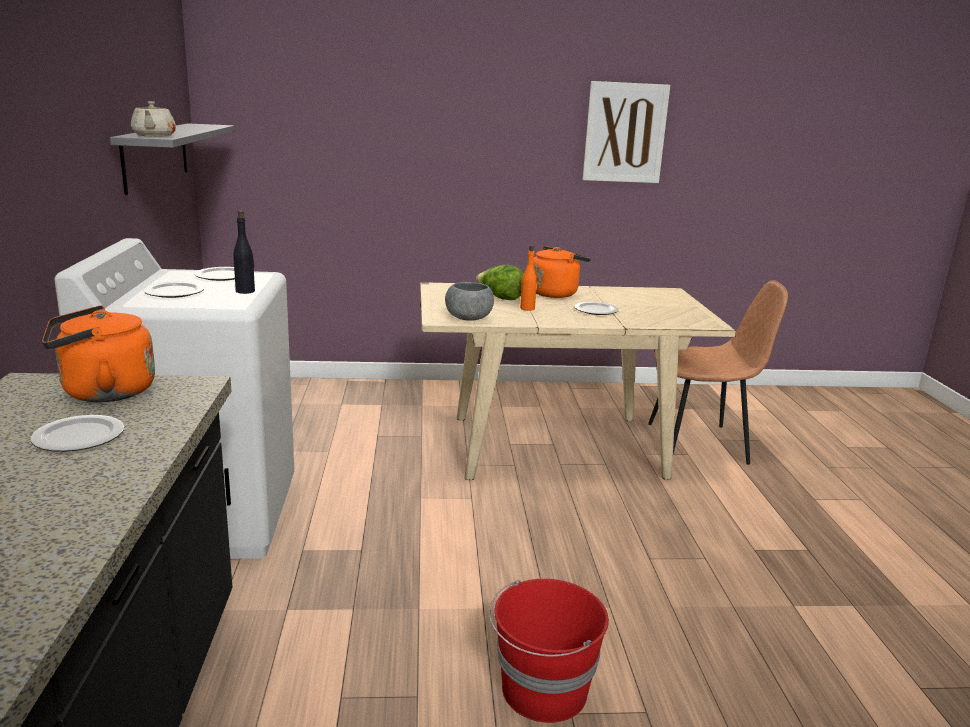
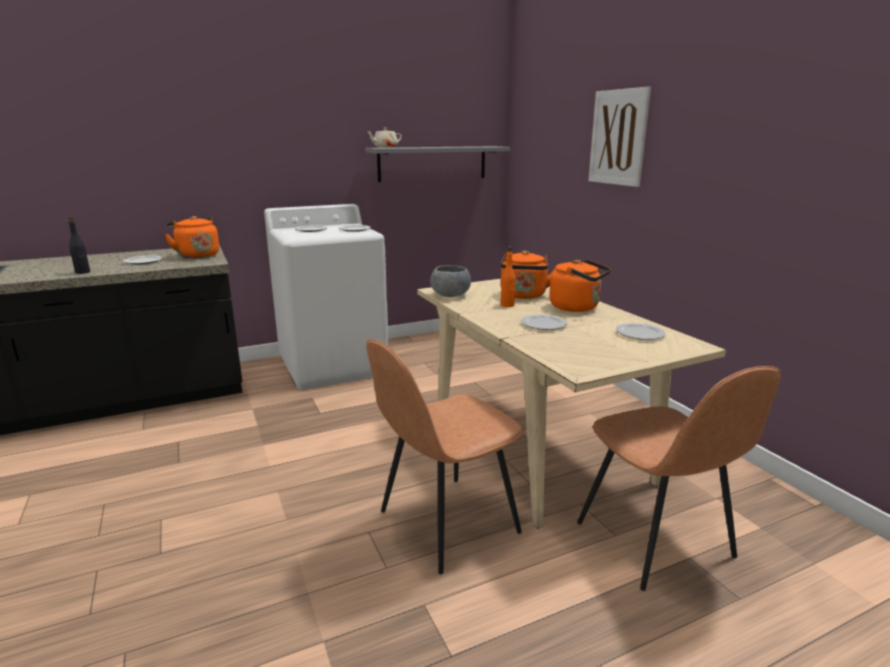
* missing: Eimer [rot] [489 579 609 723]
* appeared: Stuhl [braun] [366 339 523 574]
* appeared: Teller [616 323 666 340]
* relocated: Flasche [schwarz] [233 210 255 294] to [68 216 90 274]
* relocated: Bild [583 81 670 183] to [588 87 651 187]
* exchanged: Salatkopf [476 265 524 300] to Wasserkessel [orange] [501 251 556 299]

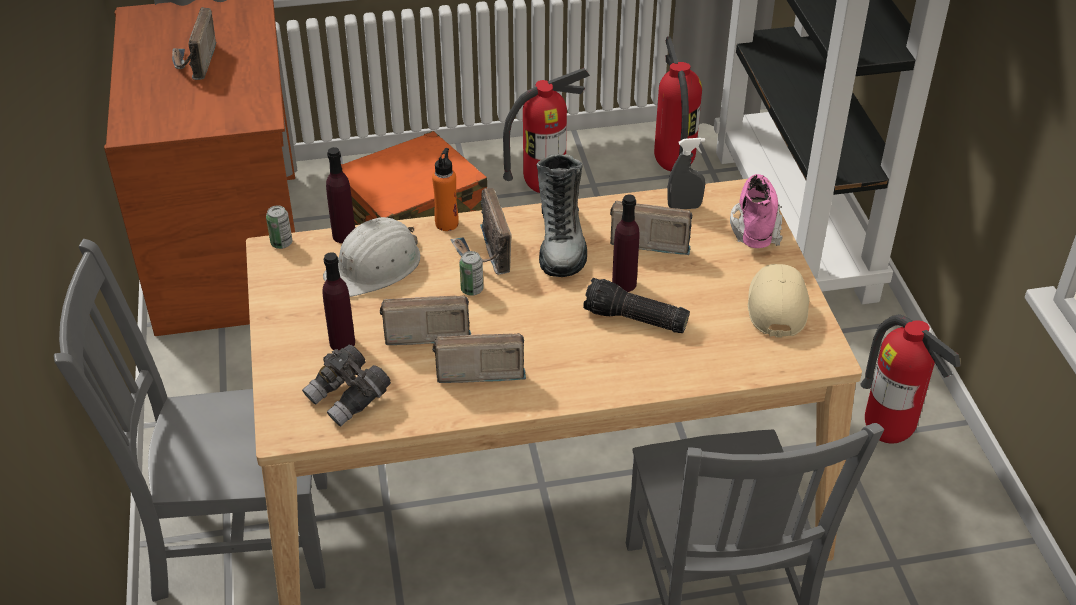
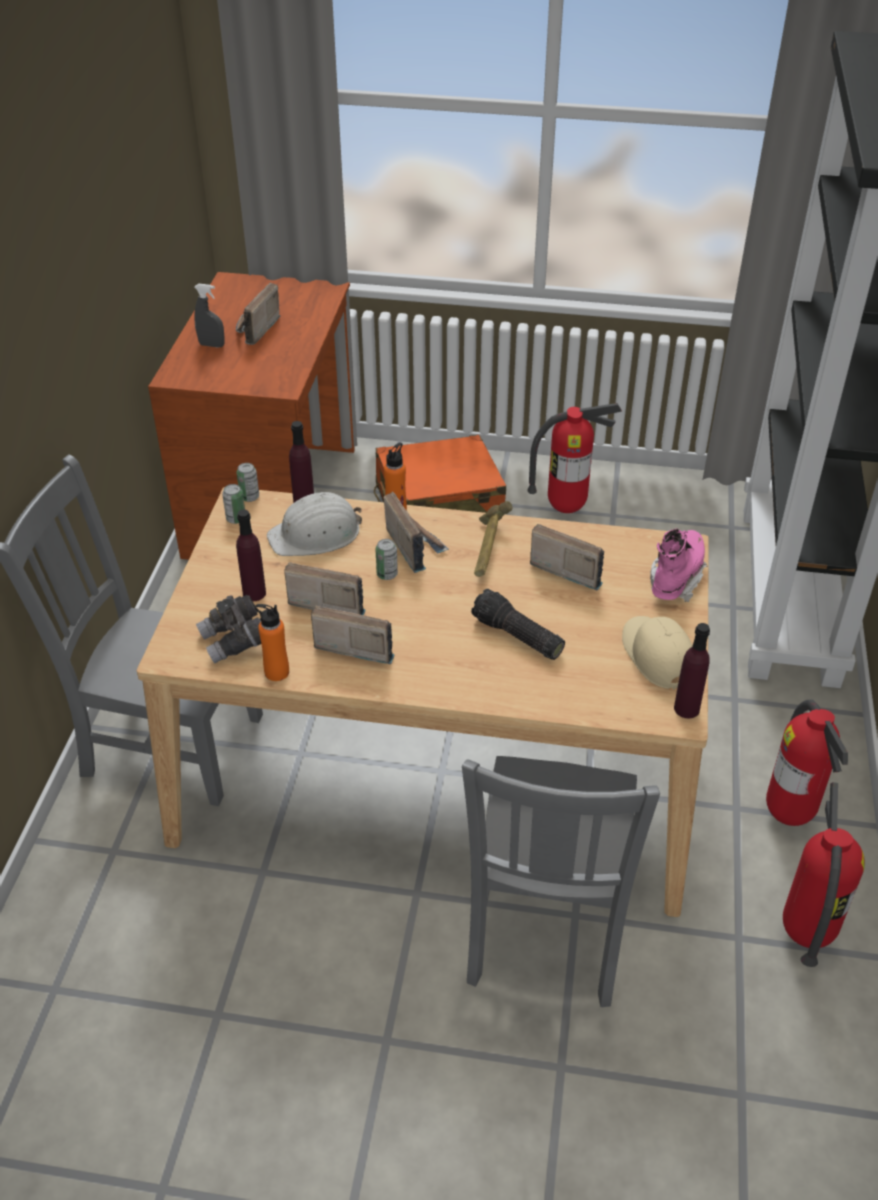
* appeared: Dose [222 484 245 524]
* appeared: Flasche [orange] [255 604 289 681]
* relocated: Flasche [lila] [612 194 640 292] to [674 623 710 718]
* relocated: Feuerlöscher [654 36 702 171] to [783 782 865 967]
* relocated: Sprühflasche [grau] [667 138 705 209] to [194 284 225 348]
* exchanged: Stiefel [536 154 587 277] to Hammer [474 501 512 577]
* spun: Radio [450 188 512 275] = [383 492 449 573] 150 degrees clockwise
* spun: Kappe [beige] [748 264 809 338] = [622 616 693 690] 45 degrees counterclockwise

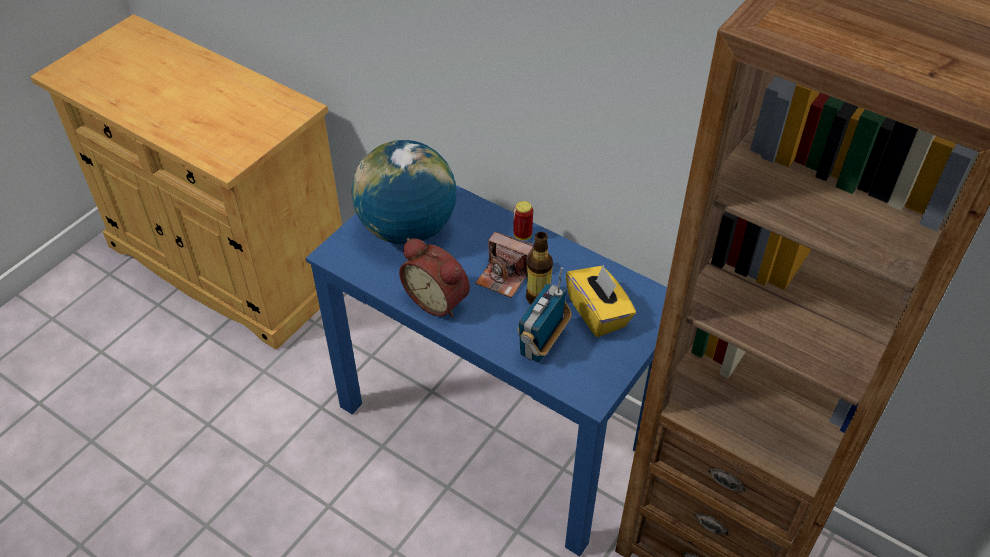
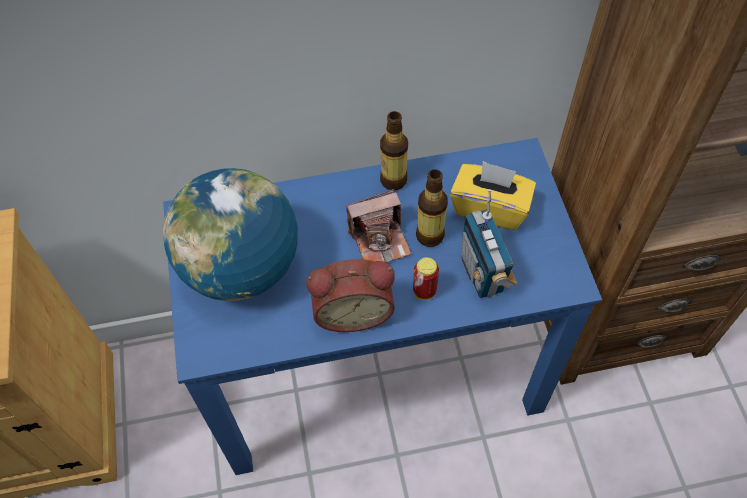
* appeared: Flasche [380 111 408 190]
* relocated: Dose [513 201 533 240] to [413 257 439 300]

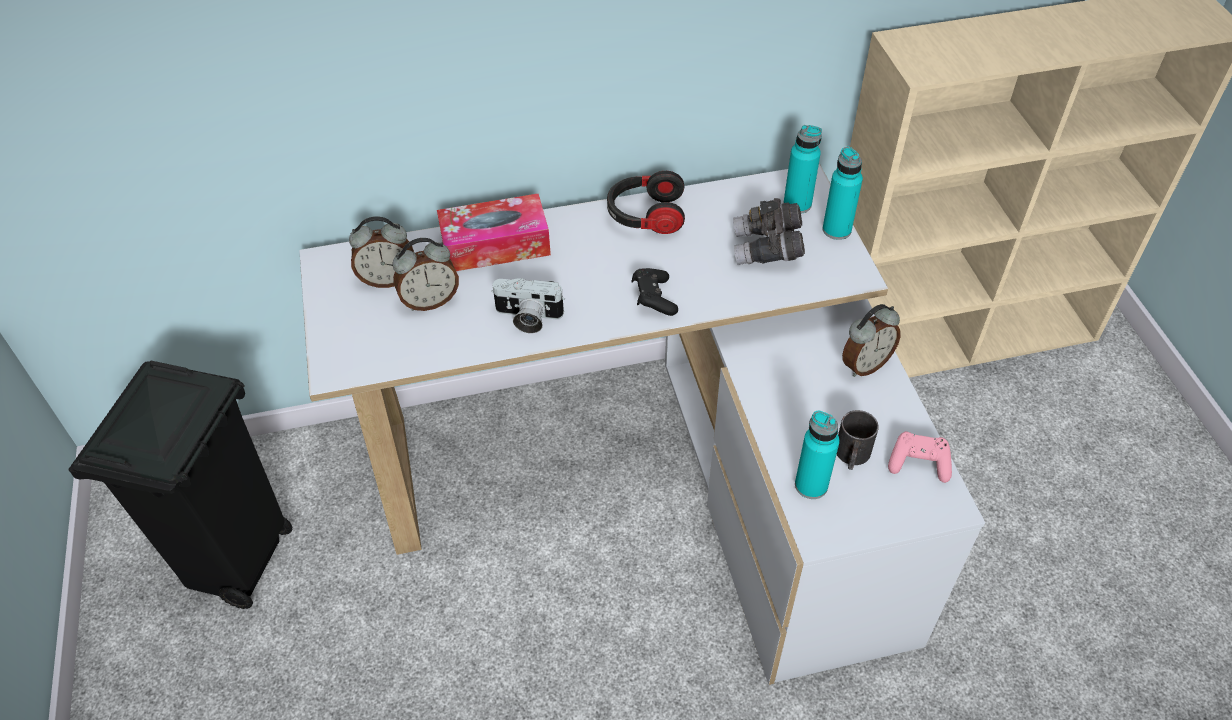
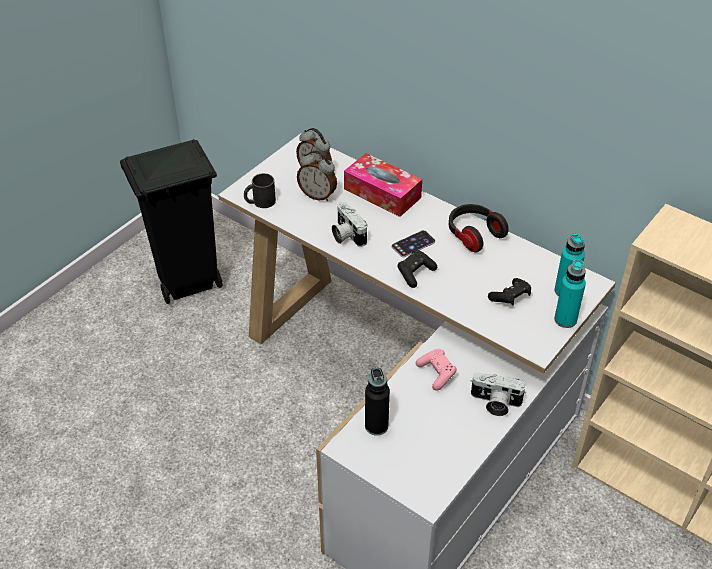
* appeared: Handy [392 230 435 257]
* relocated: Henkelbecher [schwarz] [837 410 879 470] to [244 173 276 208]
* relocated: Gamepad [rosa] [888 431 952 483] to [416 349 457 391]
* exchanged: Fernglas [grau] [733 198 805 265] to Gamepad [schwarz] [488 278 531 306]
* exchanged: Wecker [842 304 901 377] to Kamera [470 372 526 416]
* colour: Flasche [türkis] [795 411 840 499] to Flasche [schwarz] [365 368 390 435]

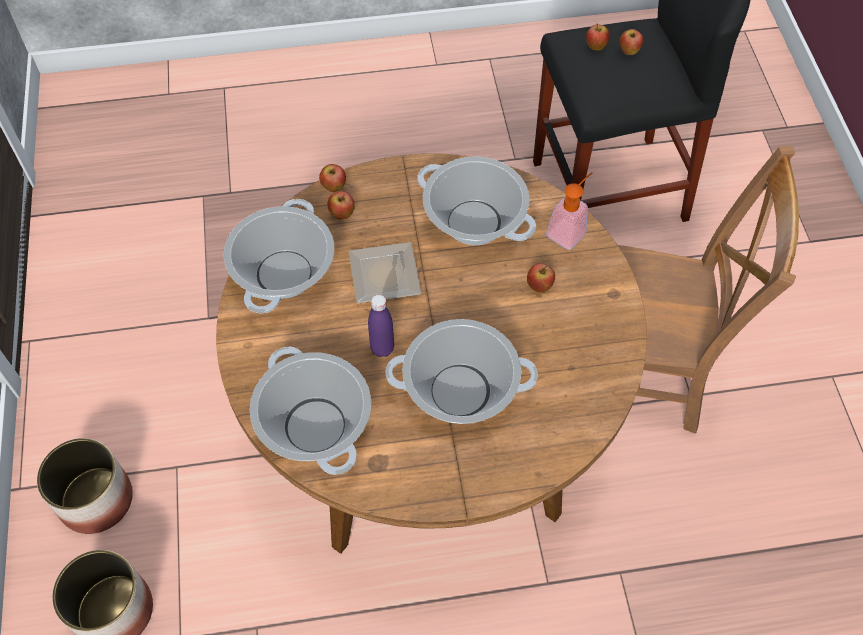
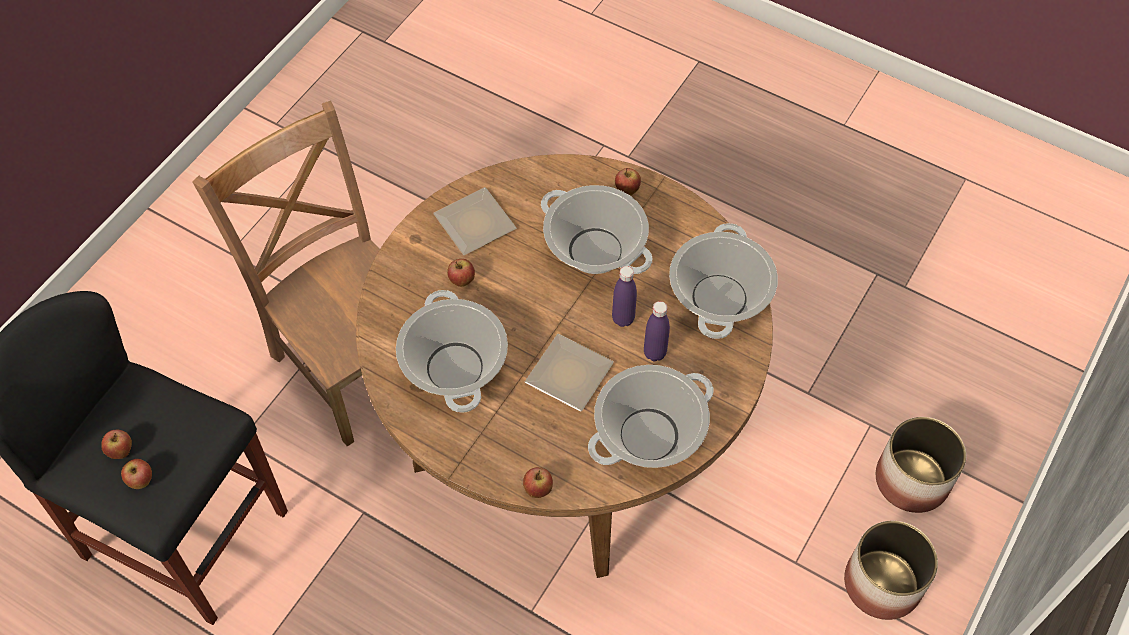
* missing: Seifenspender [546 172 593 250]
* appeared: Teller [433 187 516 255]
* appeared: Flasche [lila] [644 301 670 361]
* relocated: Apfel [328 191 355 220] to [615 168 641 196]

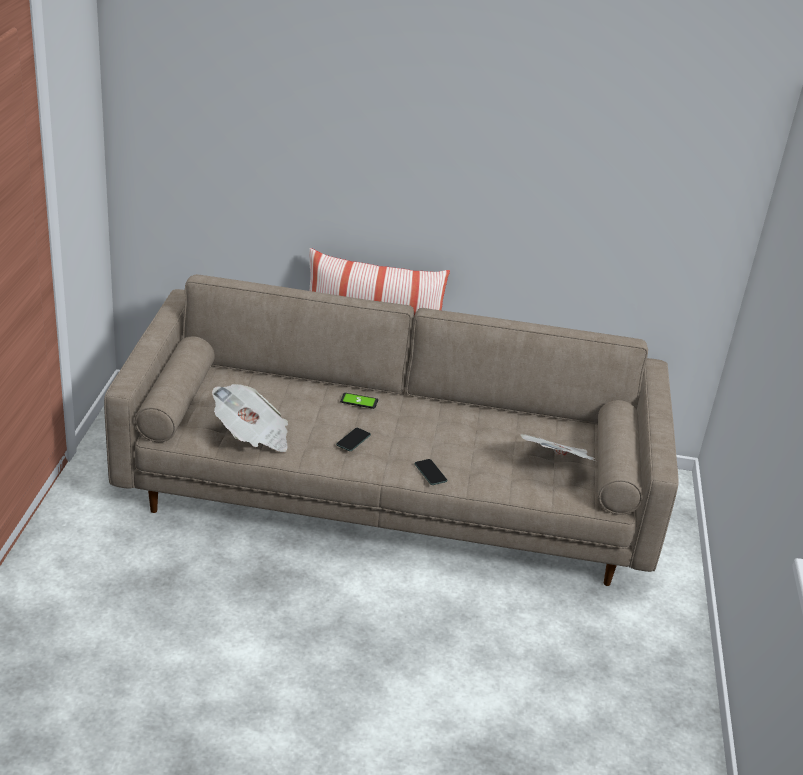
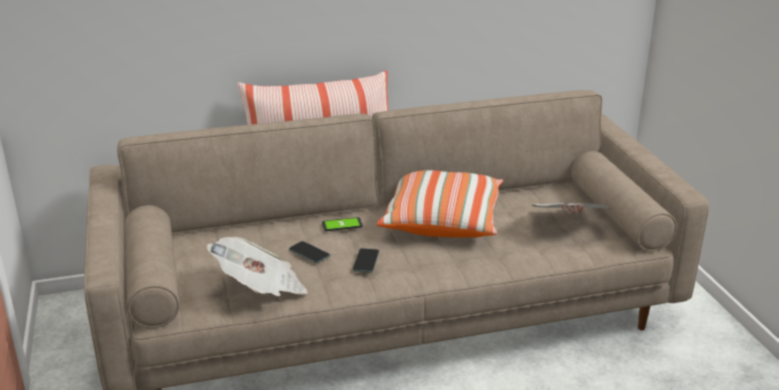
* appeared: Kissen [377 170 503 238]
* relocated: Handy [414 459 447 485] to [289 241 330 263]

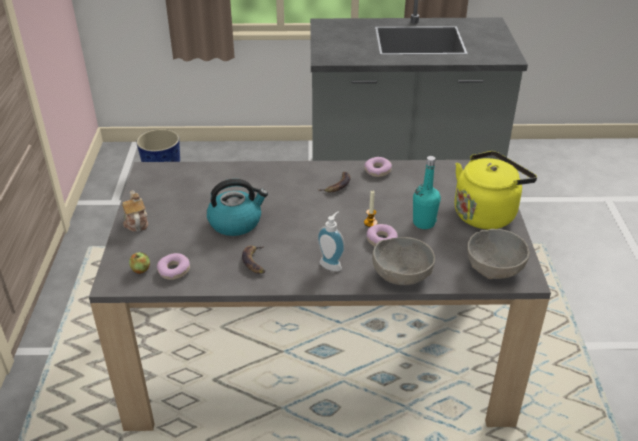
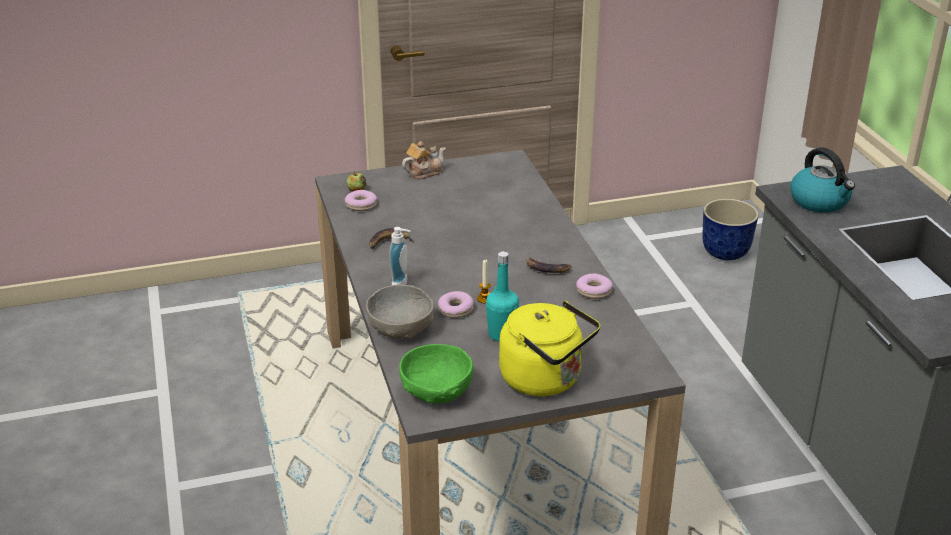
* relocated: Wasserkessel [207 179 268 236] to [790 147 855 213]
* colour: Schüssel [grau] [467 229 530 279] to Schüssel [grün] [399 344 473 403]

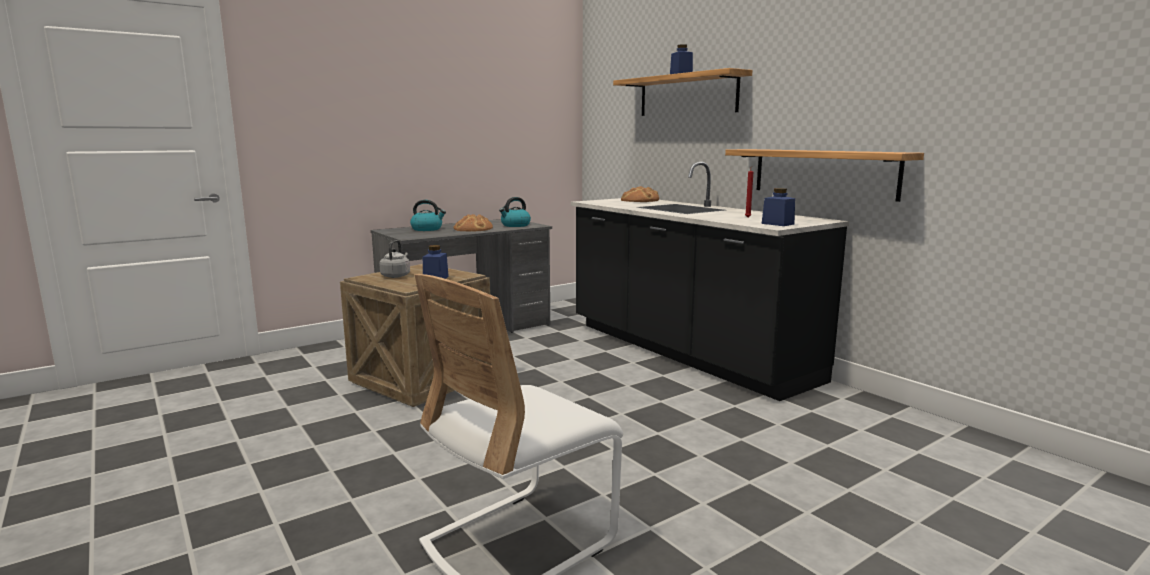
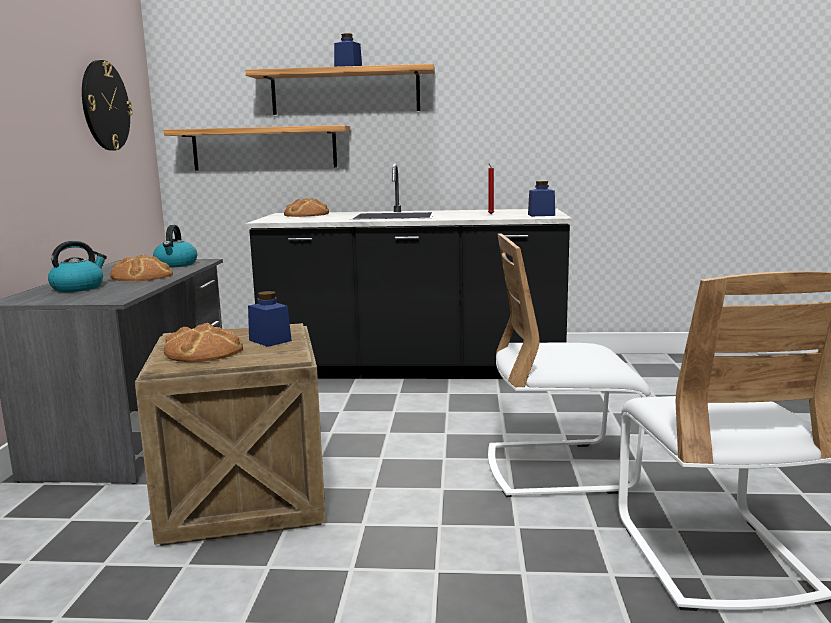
* appeared: Wanduhr [82 60 133 151]
* appeared: Stuhl [weiß] [488 233 651 497]
* relocated: Wandregal [725 149 924 202] to [164 125 350 171]
* exchanged: Wasserkessel [grau] [379 240 410 278] to Brot [164 323 243 362]

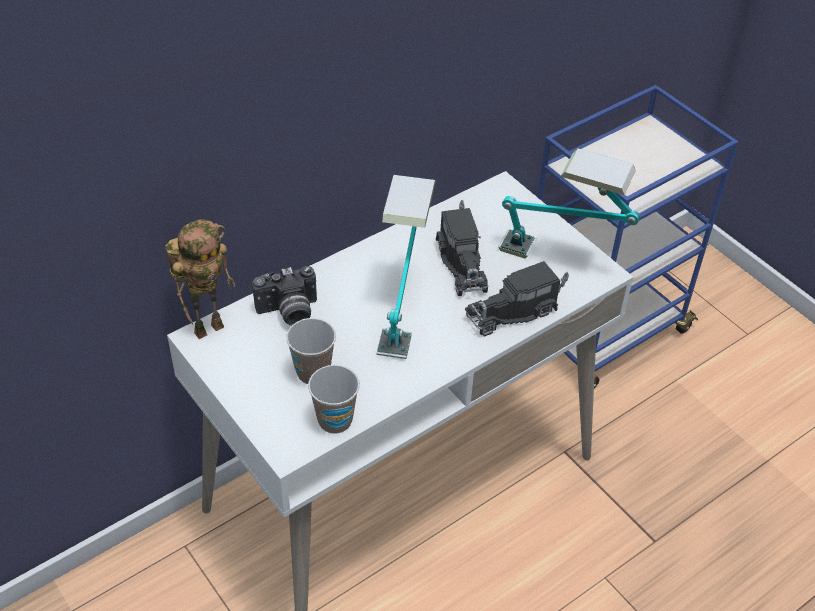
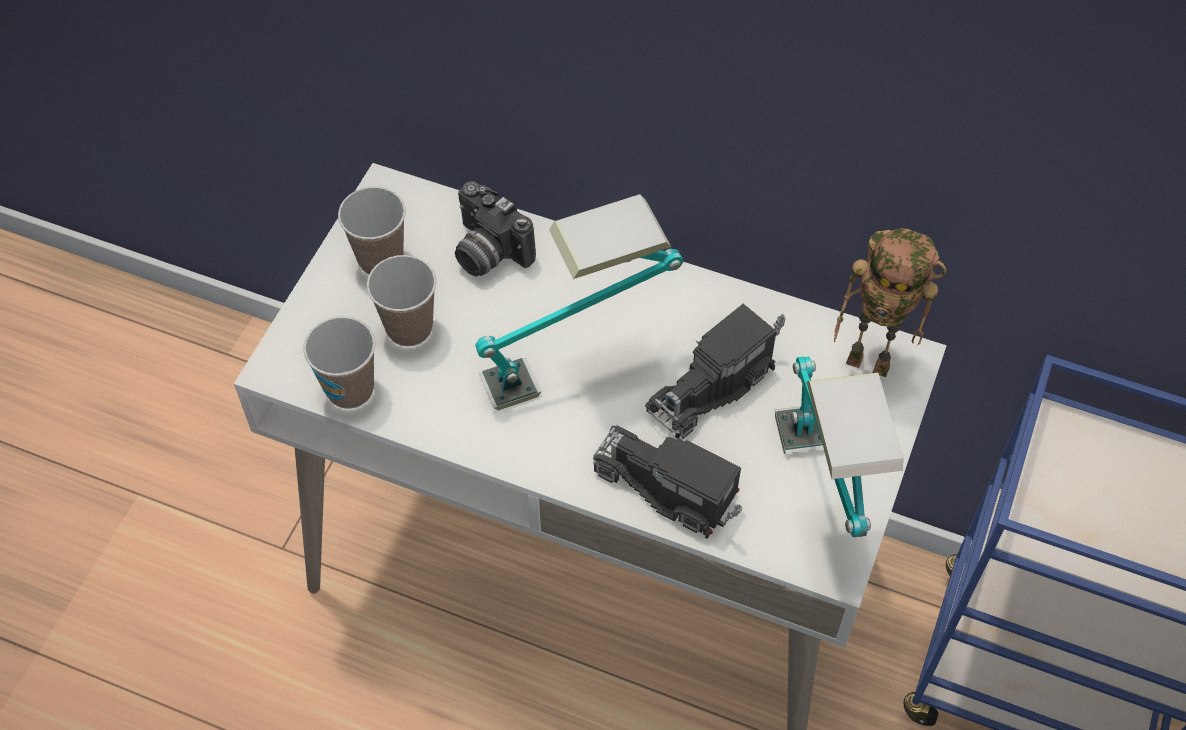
* appeared: Tasse [338 187 406 274]
* relocated: Spielzeugroboter [166 219 235 339] to [834 228 946 377]

